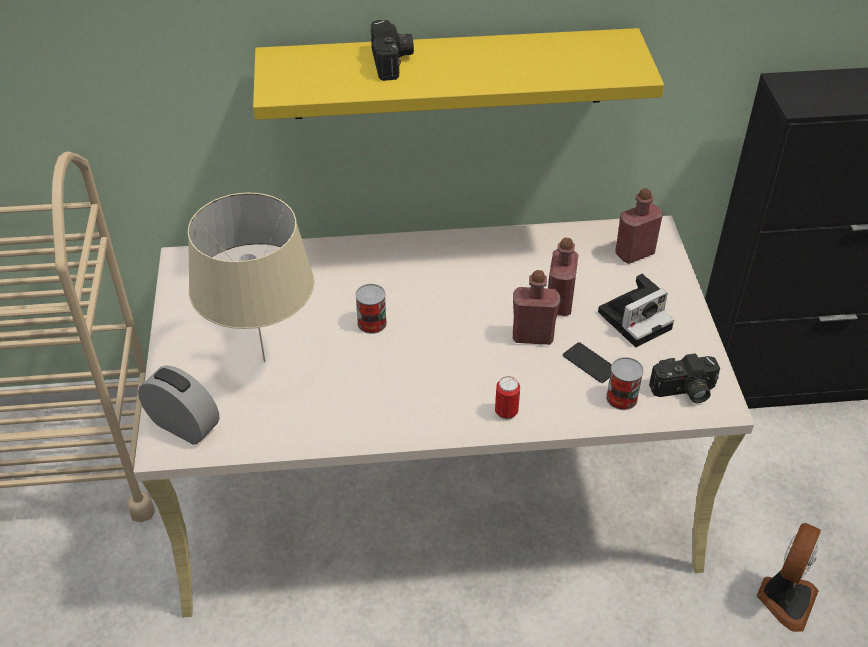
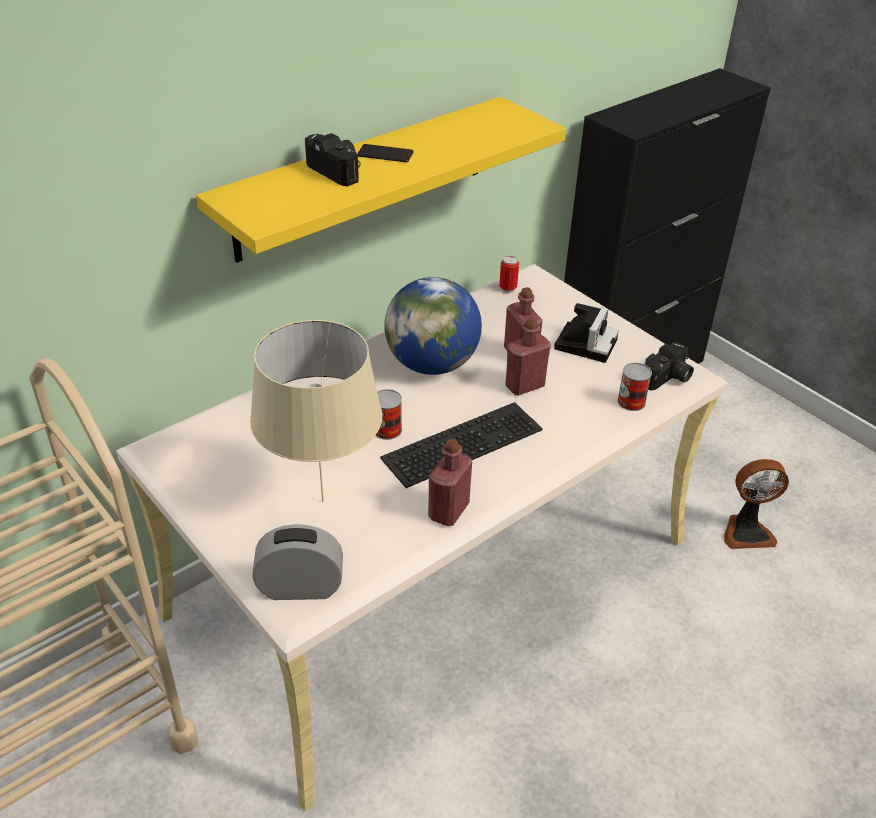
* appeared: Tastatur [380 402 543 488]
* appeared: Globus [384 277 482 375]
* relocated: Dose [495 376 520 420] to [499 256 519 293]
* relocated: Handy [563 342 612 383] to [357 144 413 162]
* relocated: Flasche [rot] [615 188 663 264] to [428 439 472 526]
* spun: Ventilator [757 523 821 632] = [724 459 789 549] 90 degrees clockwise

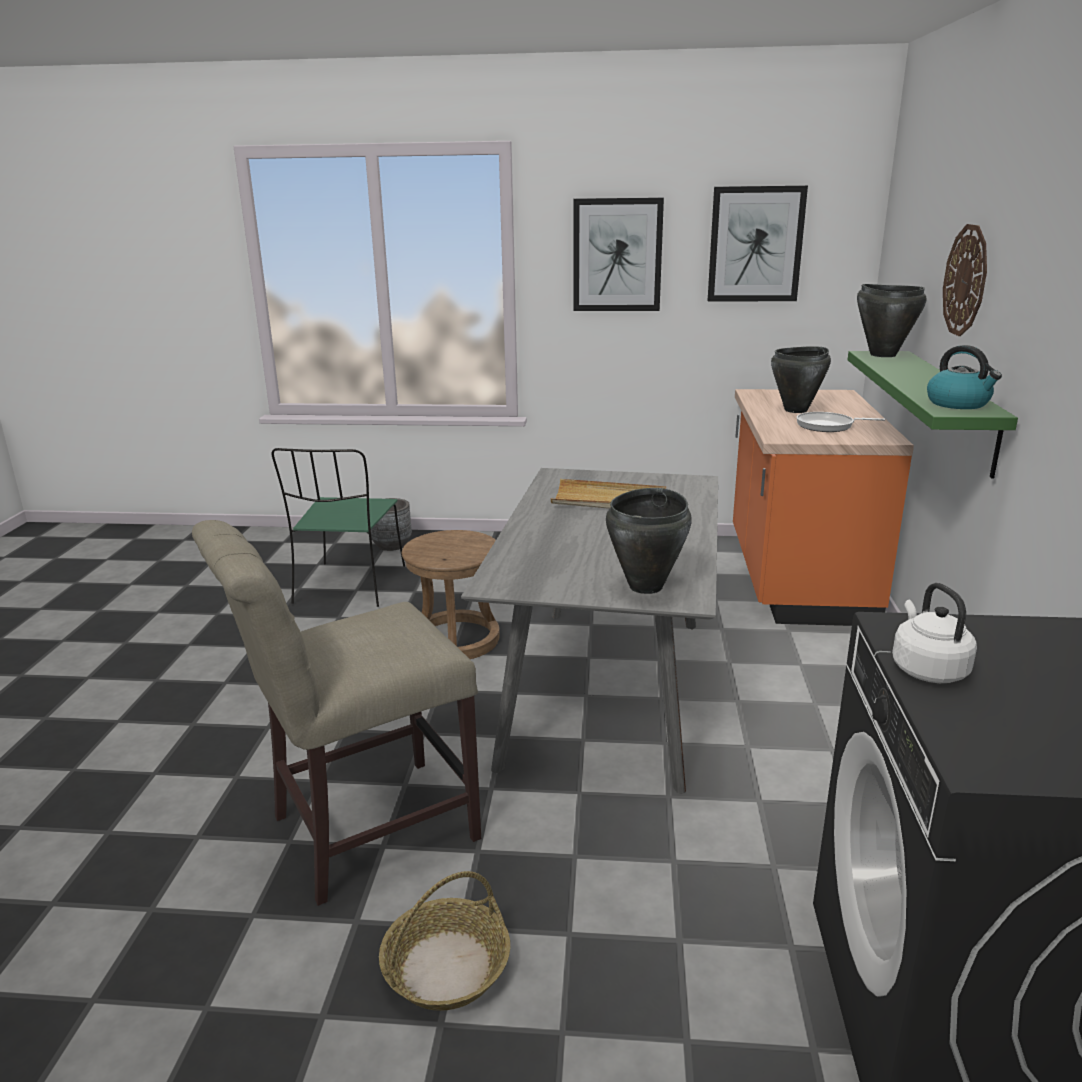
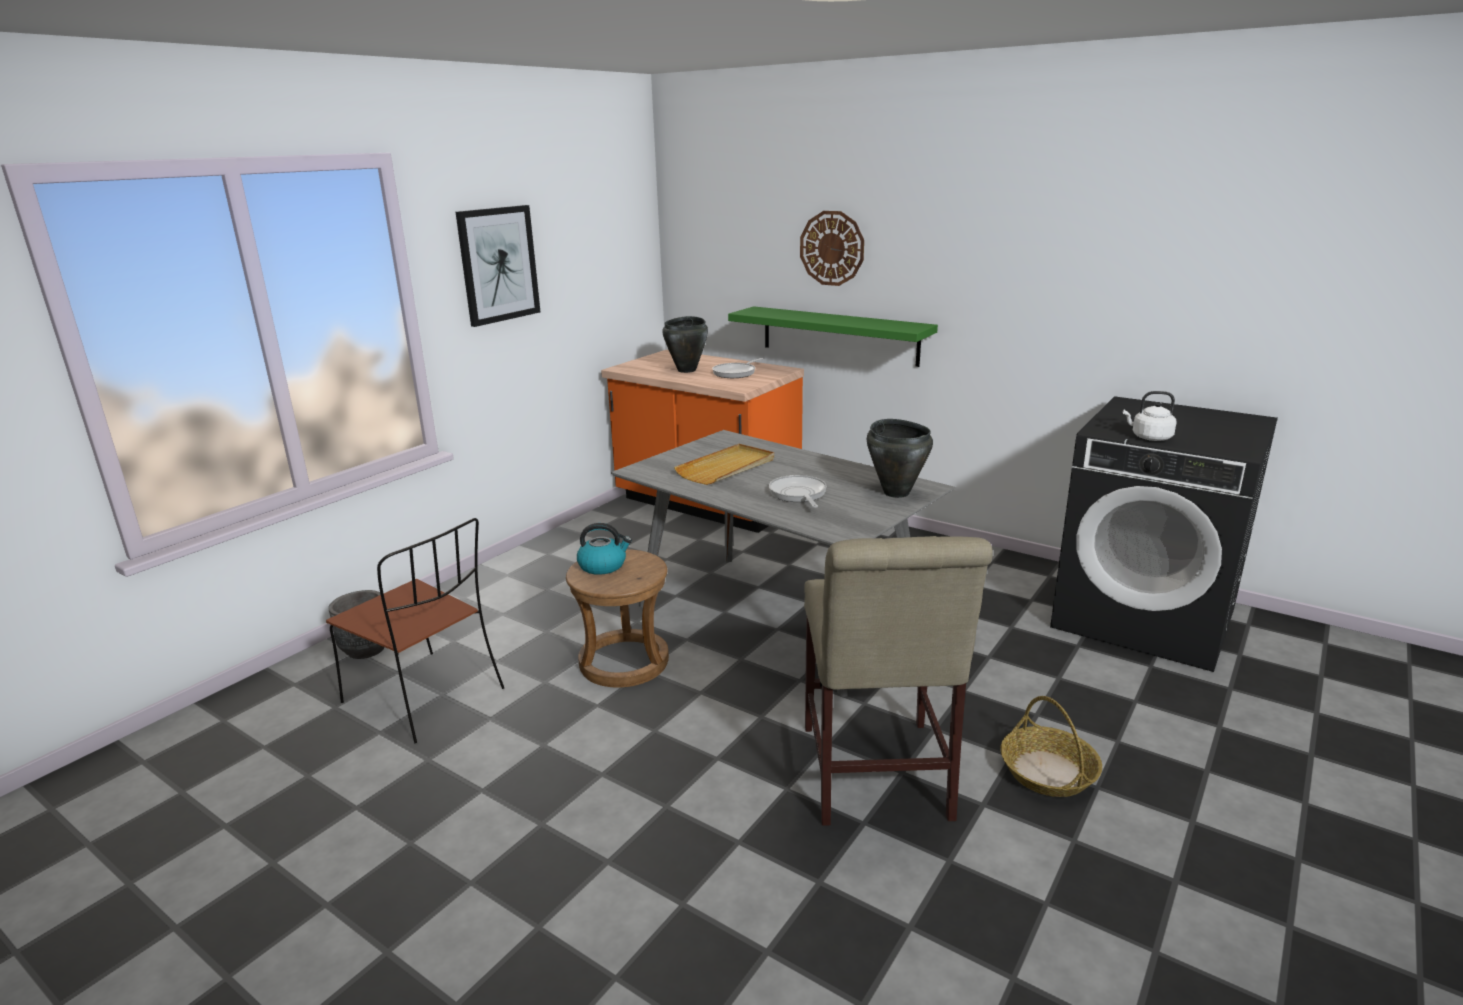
* missing: Bild [708 186 808 301]
* missing: Kochtopf [schwarz] [857 284 926 357]
* appeared: Pfanne [769 475 827 508]
* relocated: Wasserkessel [927 345 1002 409] to [577 523 632 575]
* colour: Stuhl [grün] [272 448 405 607] to Stuhl [braun] [326 518 504 743]

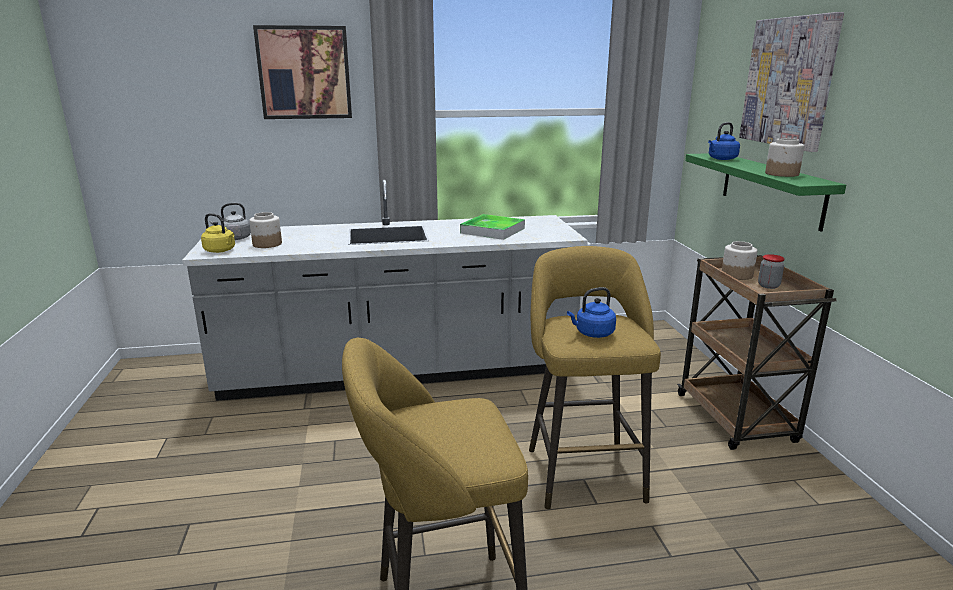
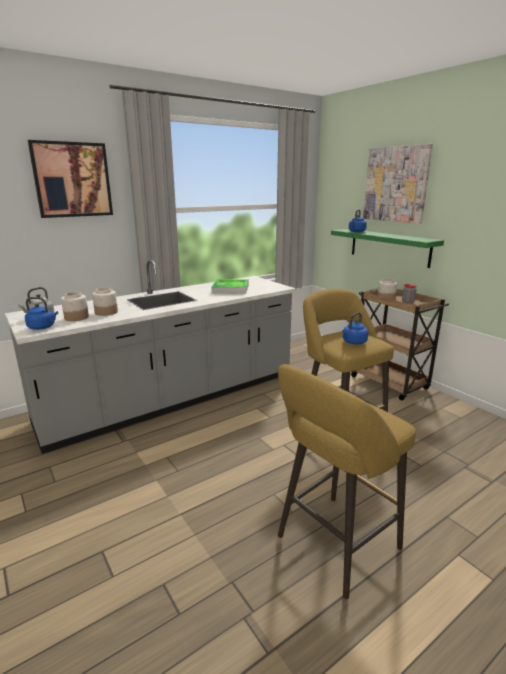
* relocated: Vorratsglas [765 138 805 177] to [92 288 118 316]
* colour: Wasserkessel [gelb] [201 213 235 253] to Wasserkessel [blau] [25 297 58 330]

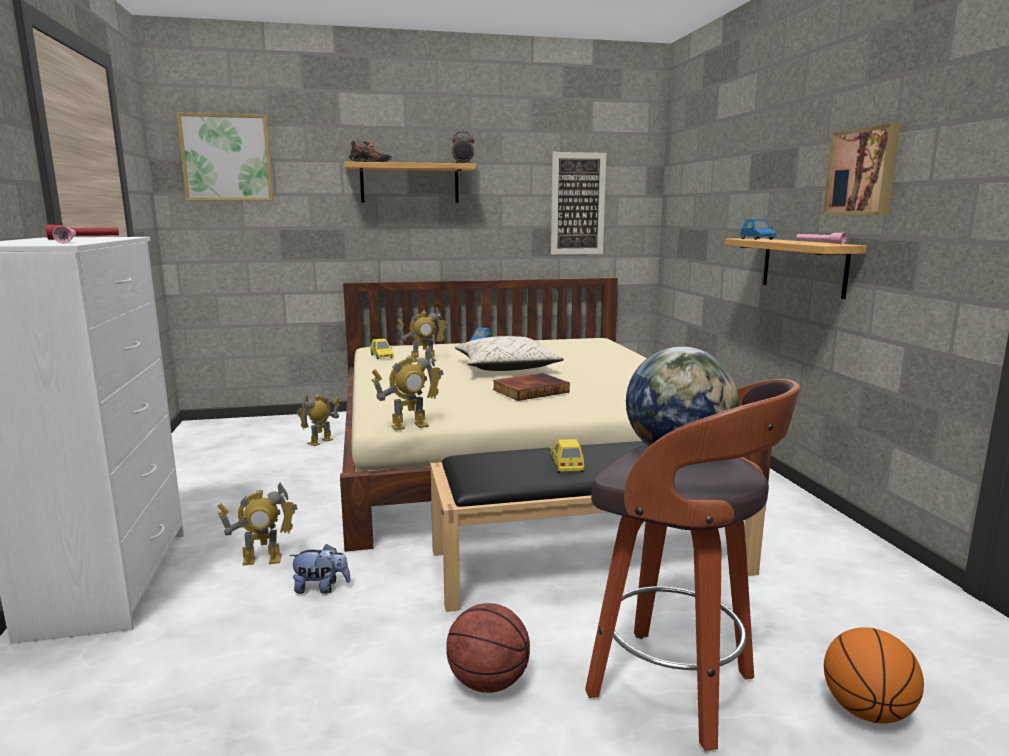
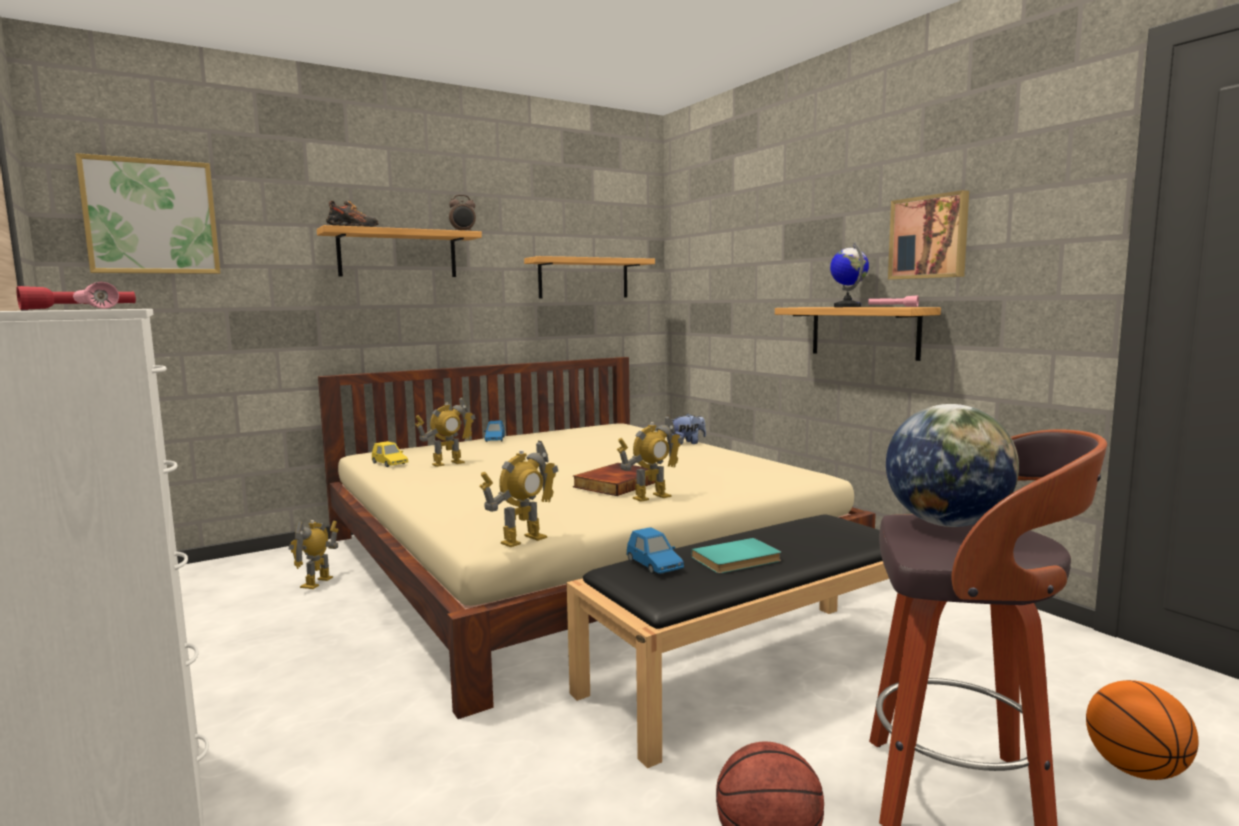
* missing: Kissen [beige] [455 336 564 371]
* appeared: Globus [830 242 869 307]
* relocated: Spielzeugroboter [218 482 298 565] to [617 415 683 502]
* relocated: Plüschtier [289 544 350 594] to [671 413 706 445]
* relocated: Spielzeugauto [blau] [740 219 777 240] to [627 527 684 574]
* exchanged: Spielzeugauto [gelb] [550 439 584 473] to Buch [türkis] [691 538 781 573]
* exchanged: Bild [551 152 606 255] to Wandregal [524 256 655 298]

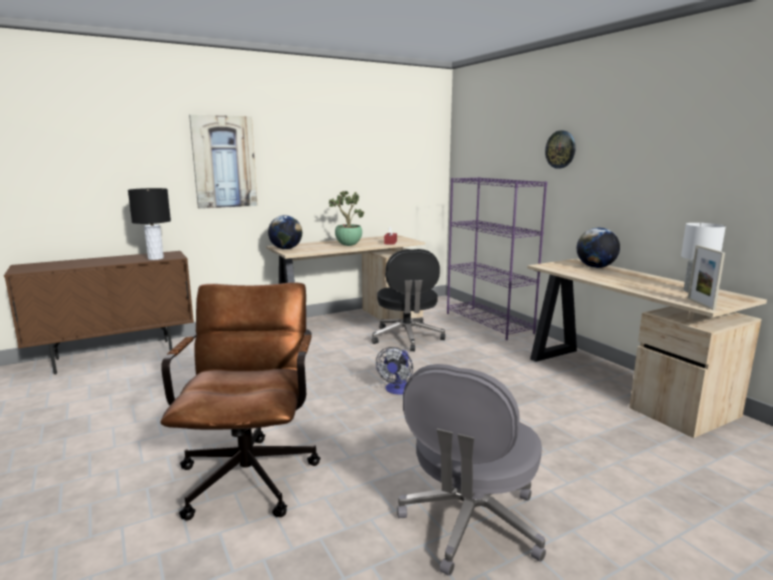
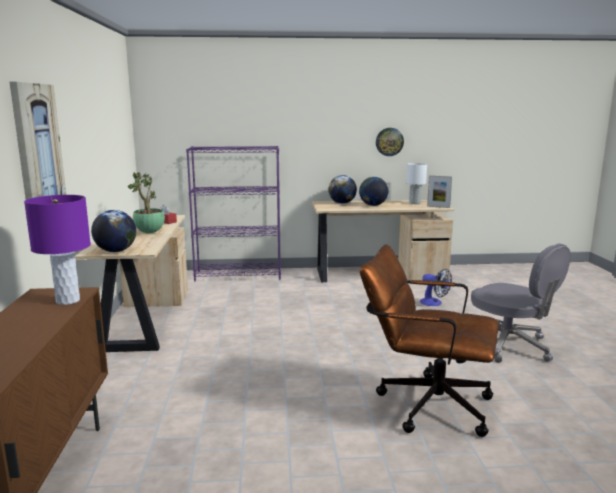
* missing: Bürostuhl [schwarz] [372 249 445 351]
* appeared: Globus [359 177 388 206]
* relocated: Ventilator [376 347 413 395] to [420 269 452 306]
* relocated: Wanduhr [545 131 575 169] to [376 128 404 156]
* colour: Tischlampe [schwarz] [128 188 171 260] to Tischlampe [lila] [24 195 91 305]

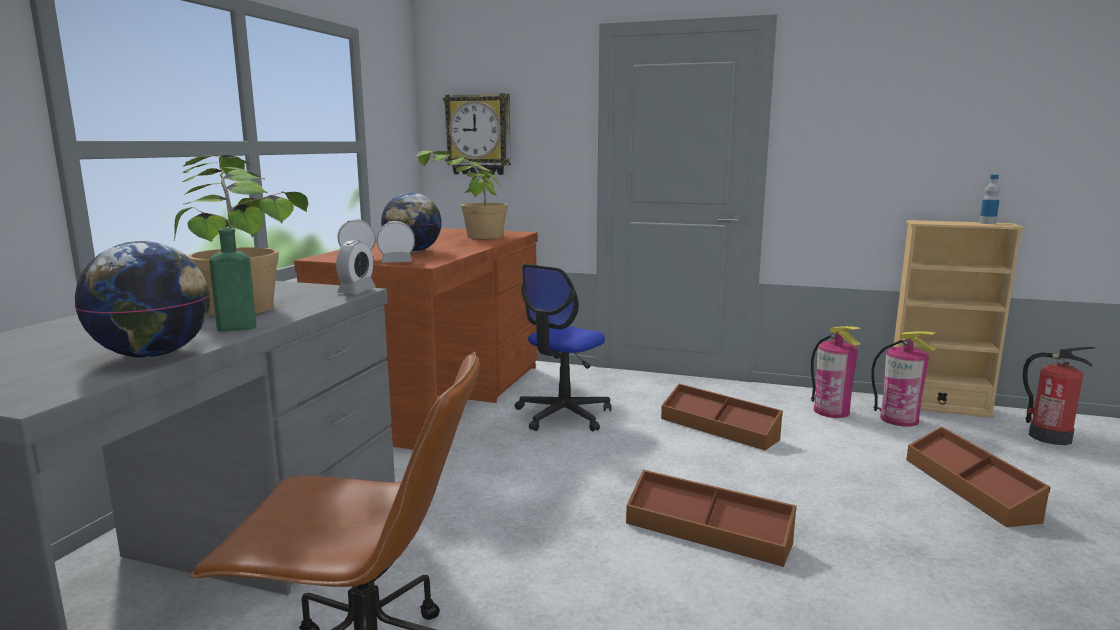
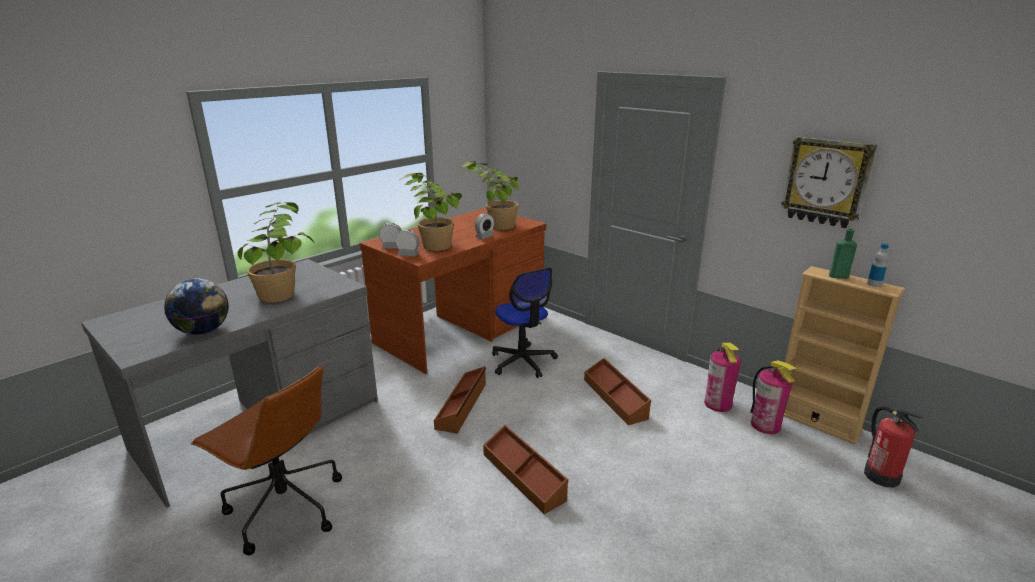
* relocated: Flasche [grün] [209 228 256 332] to [829 229 857 279]
* relocated: Wecker [336 240 376 294] to [475 213 494 239]
* relocated: Wanduhr [443 93 511 175] to [781 137 877 228]
* relocated: Aufbewahrungsbox [braun] [906 426 1051 527] to [434 366 486 434]
* exchanged: Globus [381 193 442 252] to Topfpflanze [401 173 462 251]
* spun: Bürostuhl [515 264 611 431] = [492 268 558 378] 90 degrees counterclockwise

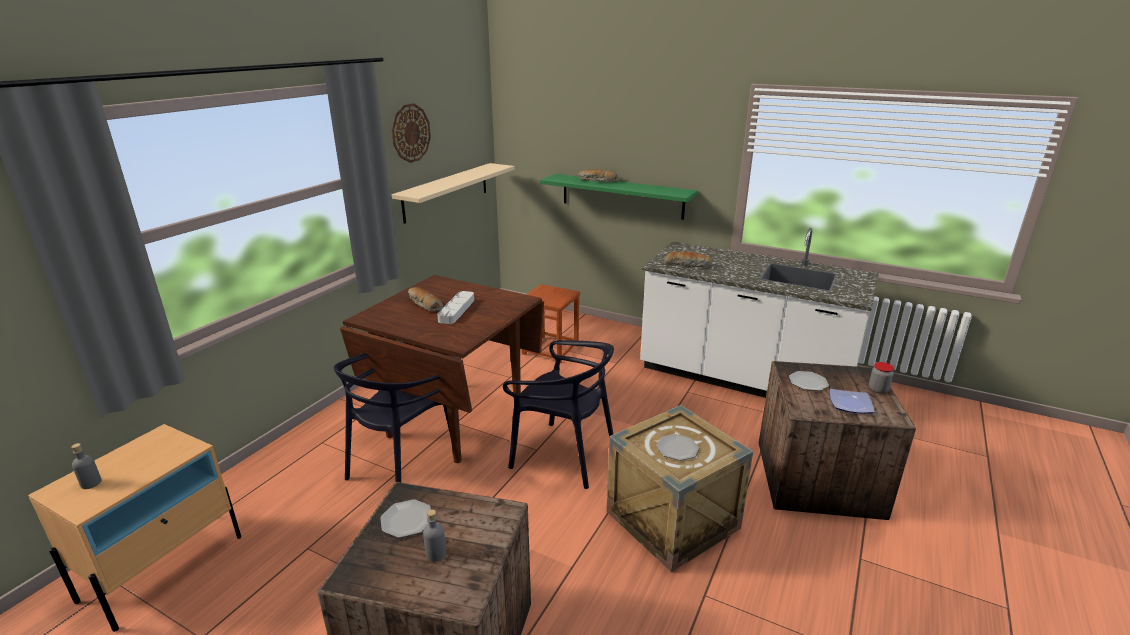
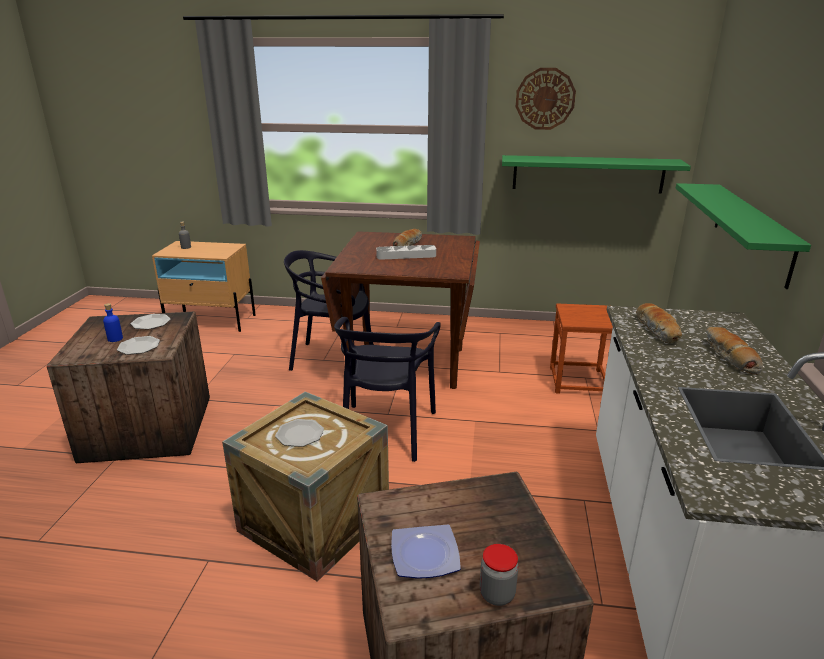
* relocated: Brot [578 169 618 182] to [706 327 763 375]
* relocated: Teller [789 371 829 391] to [117 336 160 355]
* colour: Wandregal [beige] [392 163 515 224] to Wandregal [grün] [502 155 691 193]
* colour: Flasche [grau] [423 510 446 562] to Flasche [blau] [103 303 123 342]

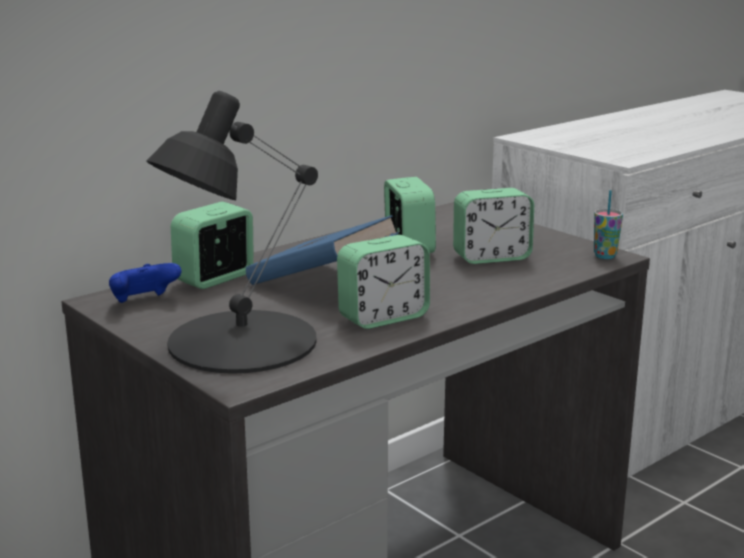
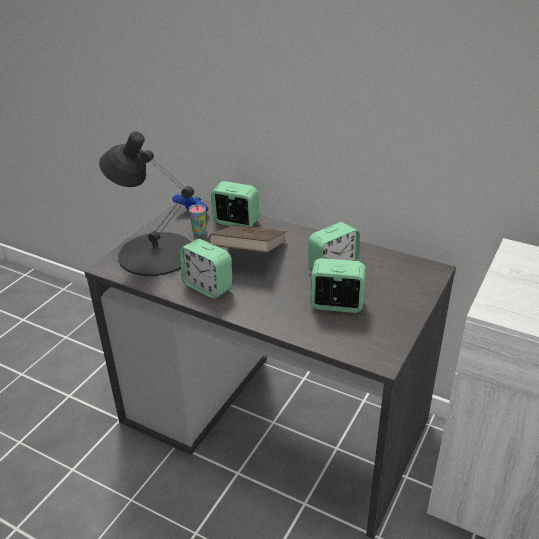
* relocated: Tasse [594 190 623 259] to [189 196 206 235]
* colour: Buch [blau] [246 215 399 285] to Buch [braun] [208 225 286 253]
* spun: Wecker [453 188 534 264] = [311 258 366 313] 135 degrees clockwise

